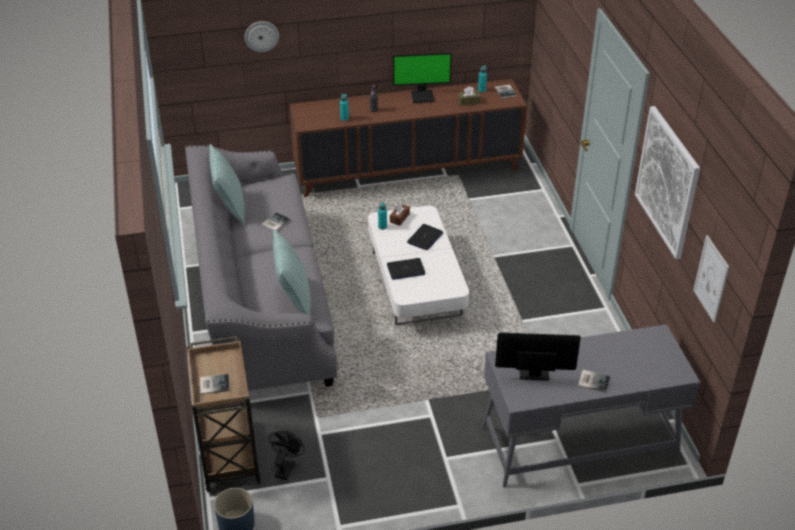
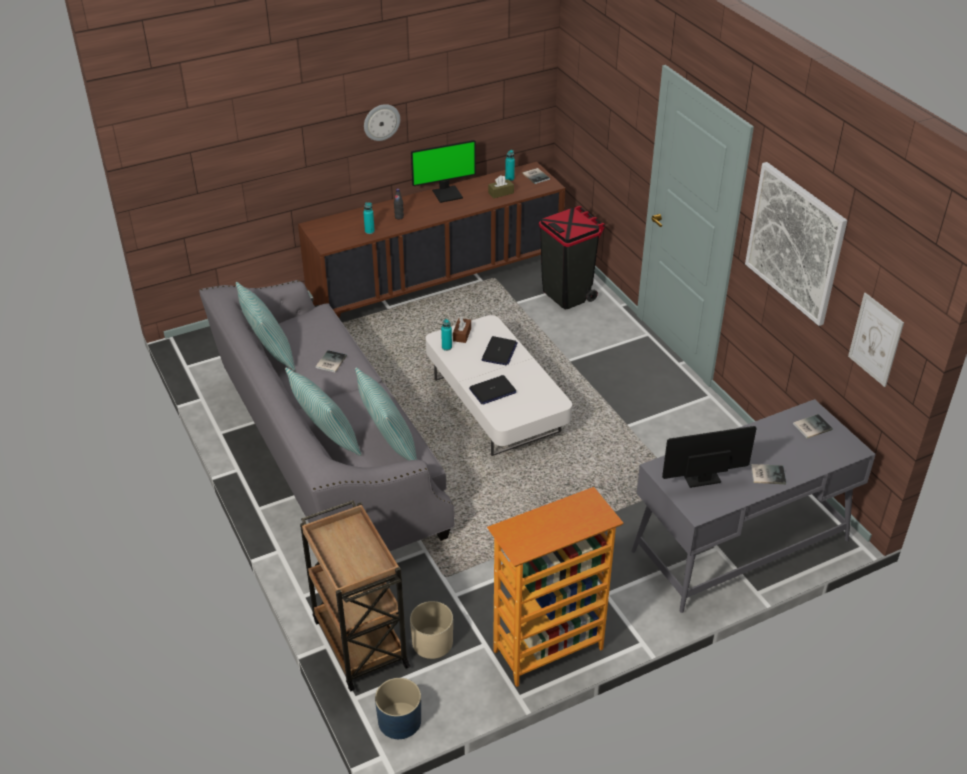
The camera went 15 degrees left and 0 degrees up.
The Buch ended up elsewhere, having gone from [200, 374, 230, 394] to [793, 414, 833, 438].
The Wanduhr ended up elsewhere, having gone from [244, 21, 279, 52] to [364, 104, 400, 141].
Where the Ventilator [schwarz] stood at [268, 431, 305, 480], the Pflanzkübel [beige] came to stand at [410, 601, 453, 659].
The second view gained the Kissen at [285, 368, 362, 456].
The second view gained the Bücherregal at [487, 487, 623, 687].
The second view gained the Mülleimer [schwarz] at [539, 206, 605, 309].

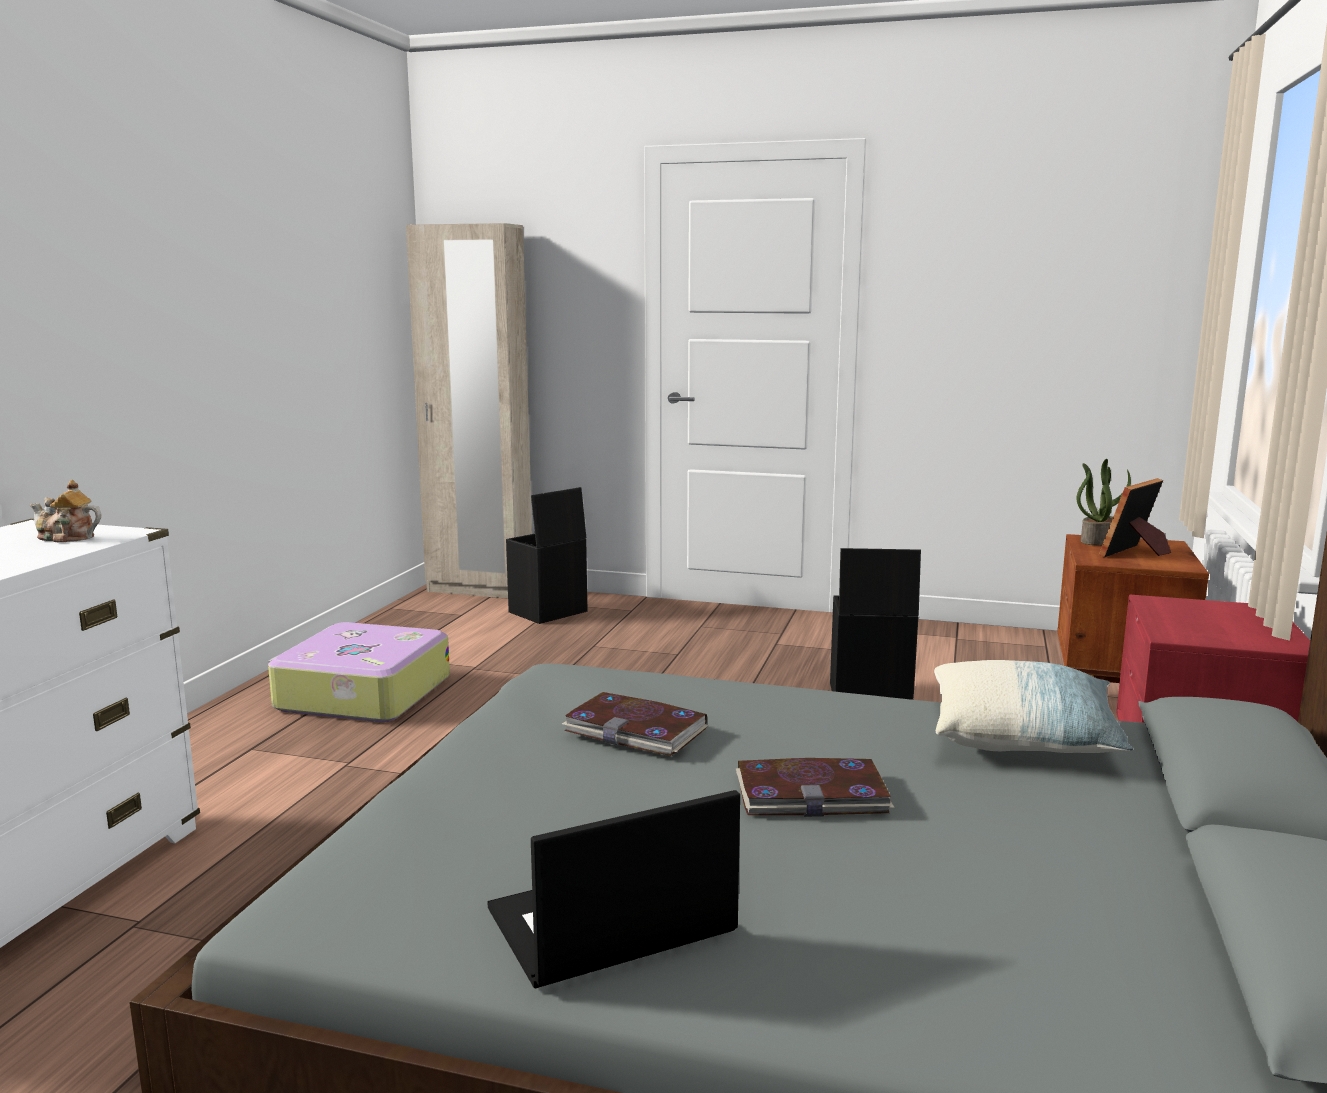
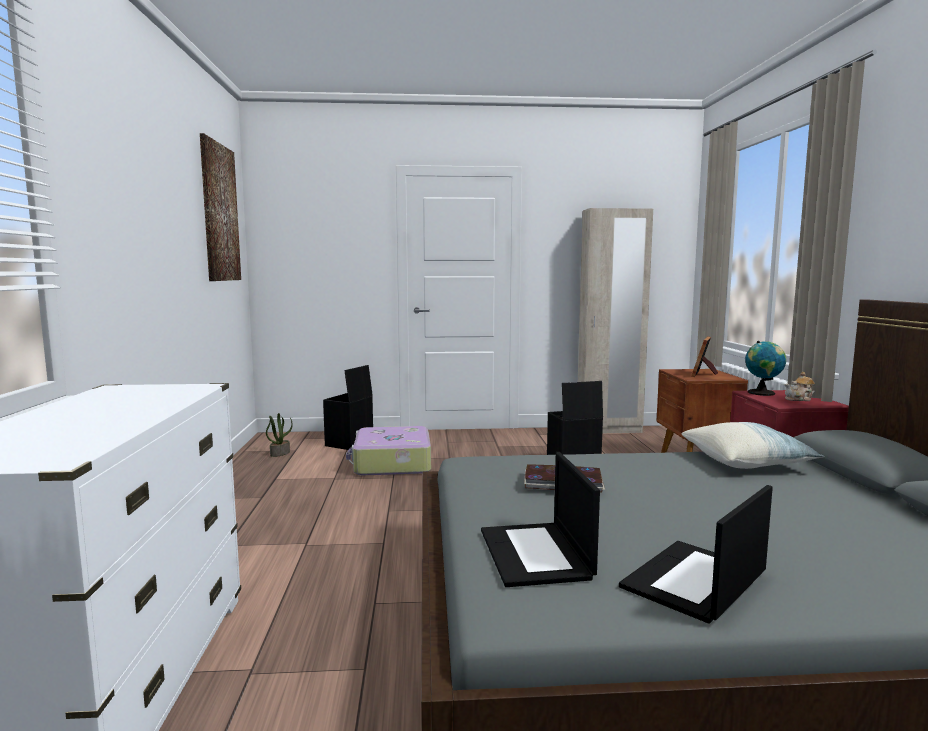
The camera went 20 degrees left and 5 degrees down.
The Teekanne ended up elsewhere, having gone from [30, 480, 102, 543] to [784, 372, 815, 401].
The Koffer ended up elsewhere, having gone from [268, 622, 450, 722] to [346, 426, 431, 475].
The Kleiderschrank [beige] ended up elsewhere, having gone from [406, 223, 532, 598] to [578, 208, 653, 433].
The second view lost the Buch at [735, 758, 894, 817].
The Topfpflanze ended up elsewhere, having gone from [1077, 459, 1131, 545] to [266, 413, 293, 457].
The second view gained the Bild at [200, 133, 241, 281].
The second view gained the Laptop at [481, 452, 600, 587].
The second view gained the Globus at [745, 341, 786, 396].

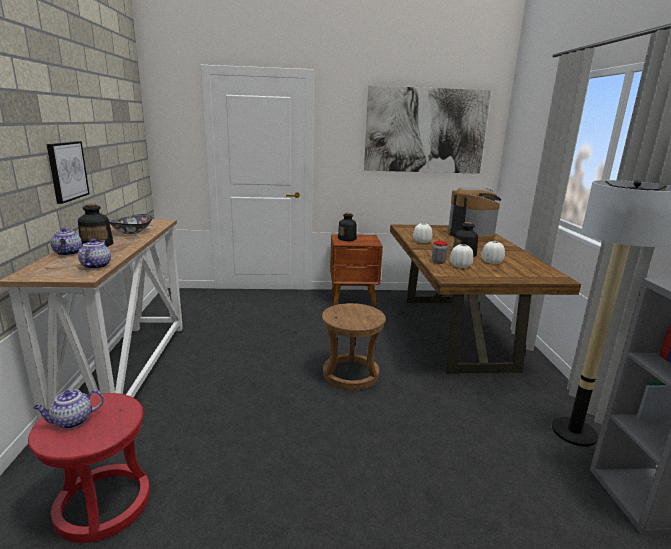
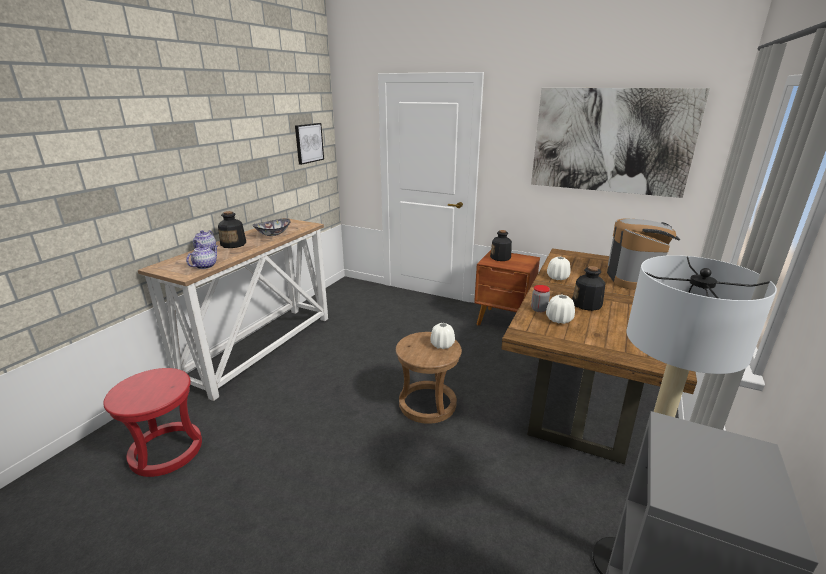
The camera went 30 degrees right and 5 degrees up.
The second view lost the Teekanne at [33, 390, 104, 429].
The Bild ended up elsewhere, having gone from [47, 141, 90, 204] to [295, 123, 324, 165].
The Vase [weiß] ended up elsewhere, having gone from [482, 241, 505, 264] to [430, 323, 455, 349].

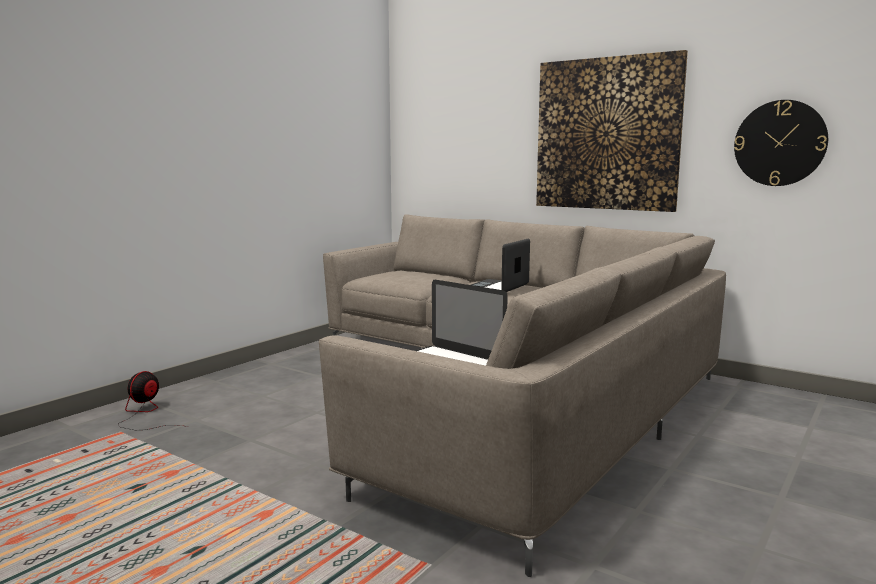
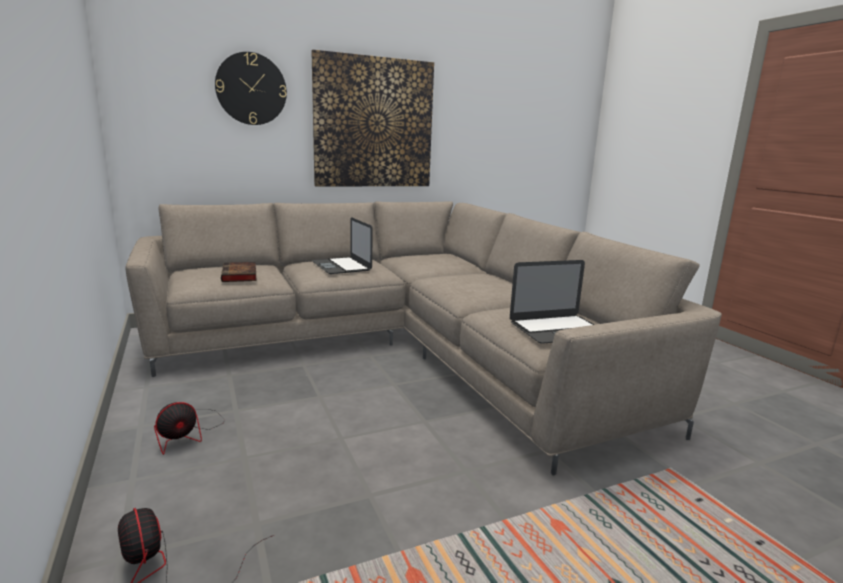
The camera went 60 degrees left and 5 degrees up.
The Wanduhr ended up elsewhere, having gone from [734, 100, 828, 186] to [215, 52, 287, 125].
The second view gained the Ventilator at [154, 402, 224, 455].
The second view gained the Buch at [221, 262, 257, 282].

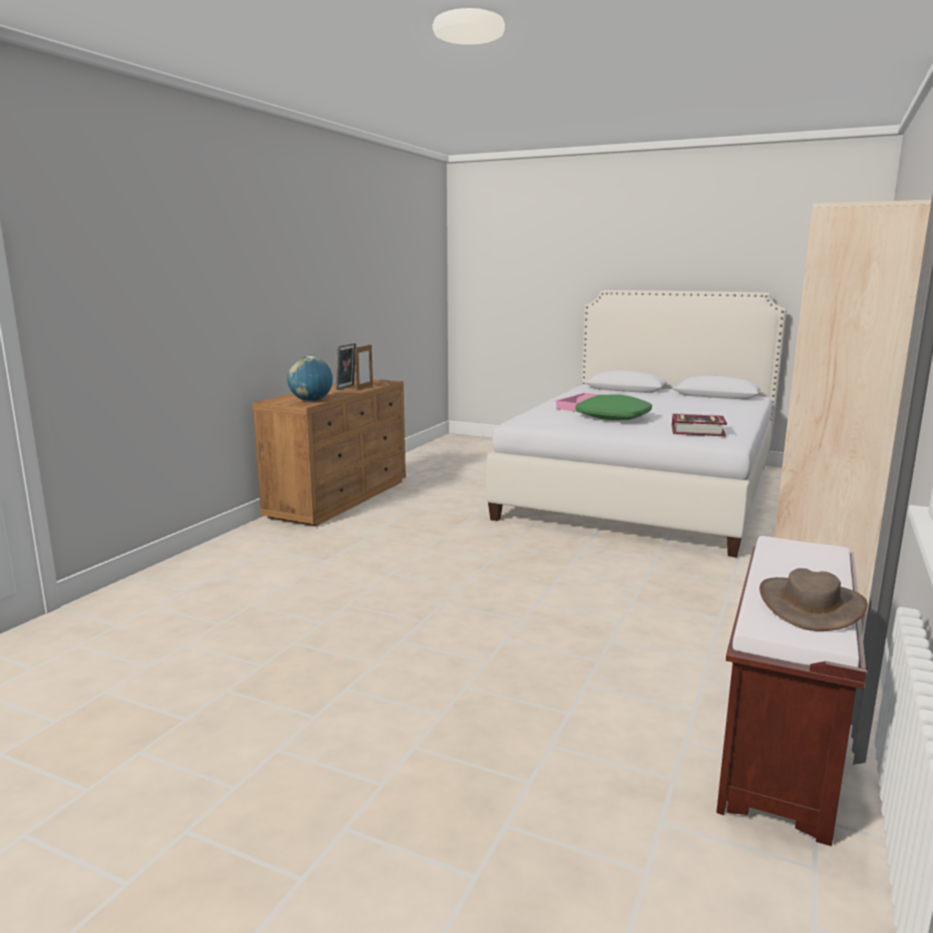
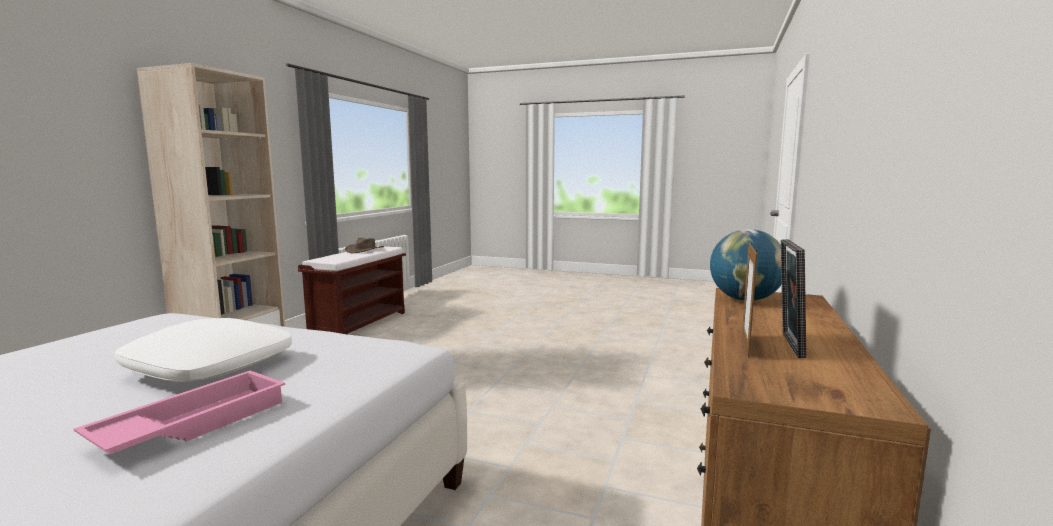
The camera went 175 degrees right and 5 degrees down.
What was the Kissen [grün] at [575, 394, 652, 420] turned into the Kissen [weiß] at [115, 318, 292, 382].
The second view lost the Buch at [672, 413, 727, 437].

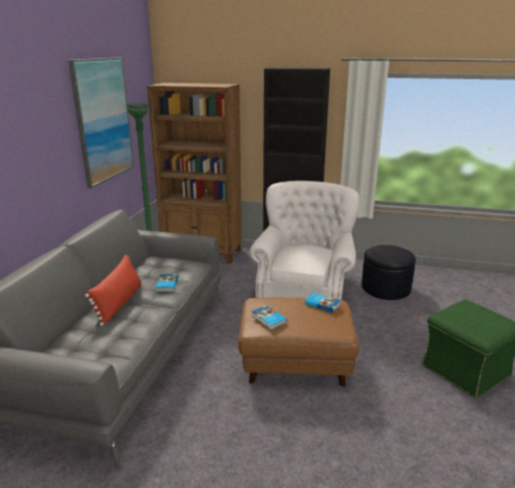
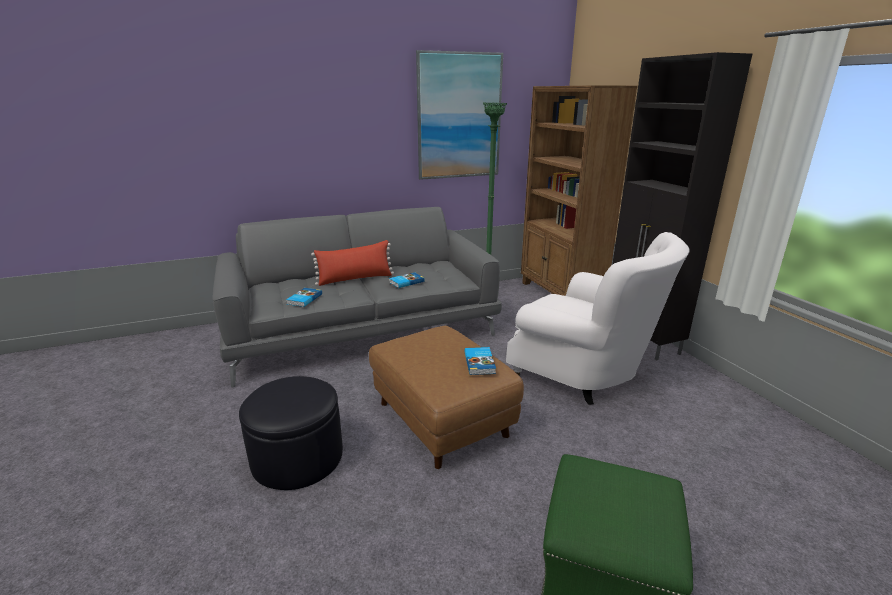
The camera went 55 degrees right and 0 degrees up.
The Sessel [weiß] at [249, 181, 360, 300] ended up facing another way, 60 degrees clockwise from before.
The Buch ended up elsewhere, having gone from [251, 305, 287, 330] to [286, 288, 322, 307].
The Polsterhocker [schwarz] ended up elsewhere, having gone from [362, 245, 416, 300] to [239, 376, 343, 490].

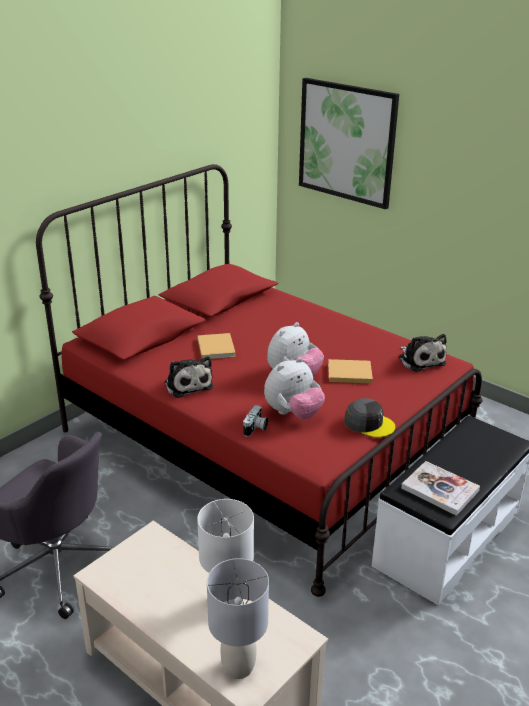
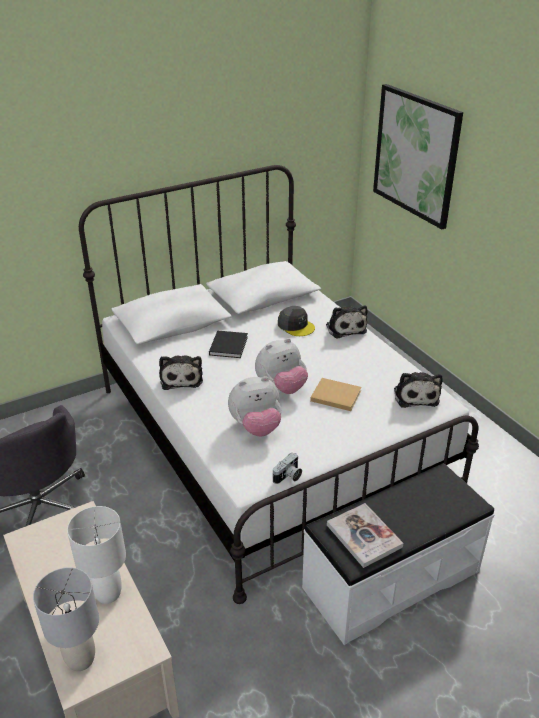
The camera went 20 degrees right and 5 degrees up.
What was the Bett [rot] at [36, 164, 482, 597] turned into the Bett [weiß] at [79, 165, 479, 604].
What was the Buch [beige] at [197, 333, 236, 359] turned into the Buch [schwarz] at [209, 331, 248, 358].
The Kamera ended up elsewhere, having gone from [243, 405, 269, 437] to [273, 453, 302, 484].
The Kappe [grau] ended up elsewhere, having gone from [344, 398, 395, 437] to [278, 306, 315, 336].
The second view gained the Plüschtier at [326, 306, 368, 339].

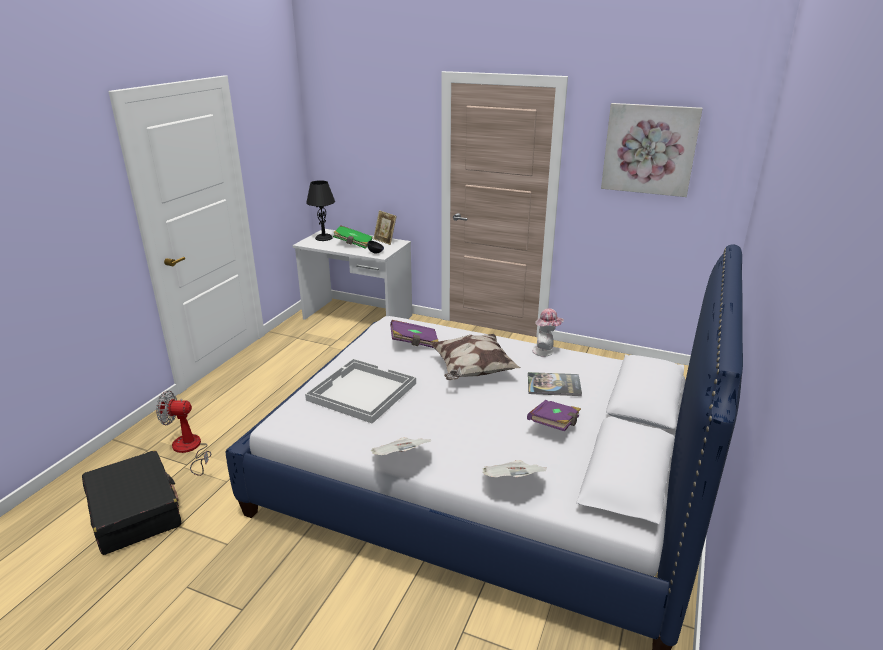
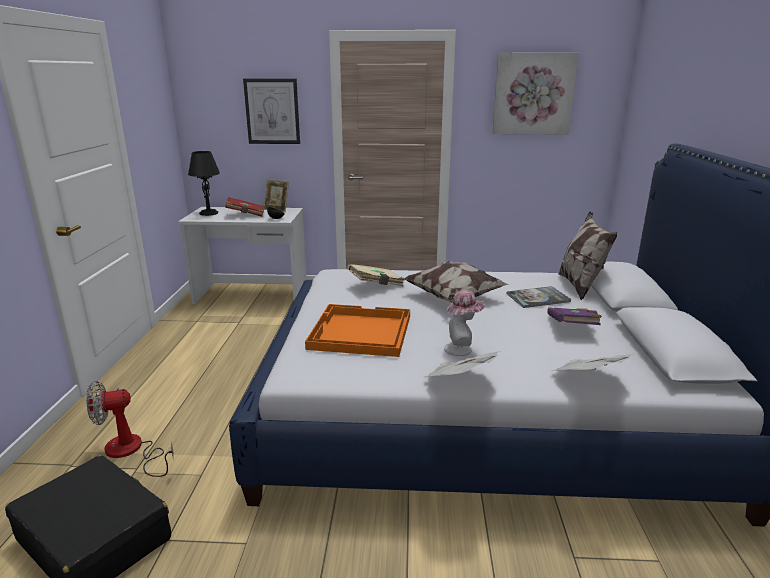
The camera went 20 degrees left and 5 degrees down.
What was the Tablett [weiß] at [305, 359, 416, 424] turned into the Tablett [orange] at [305, 304, 410, 357].
What was the Buch [grün] at [333, 225, 373, 249] turned into the Buch [rot] at [225, 197, 264, 217].
What was the Buch [lila] at [390, 320, 439, 348] turned into the Buch [beige] at [347, 264, 405, 286].
The Hut ended up elsewhere, having gone from [532, 308, 564, 356] to [444, 290, 485, 356].
The second view gained the Bild at [243, 79, 300, 144].
The second view gained the Kissen at [558, 211, 617, 300].

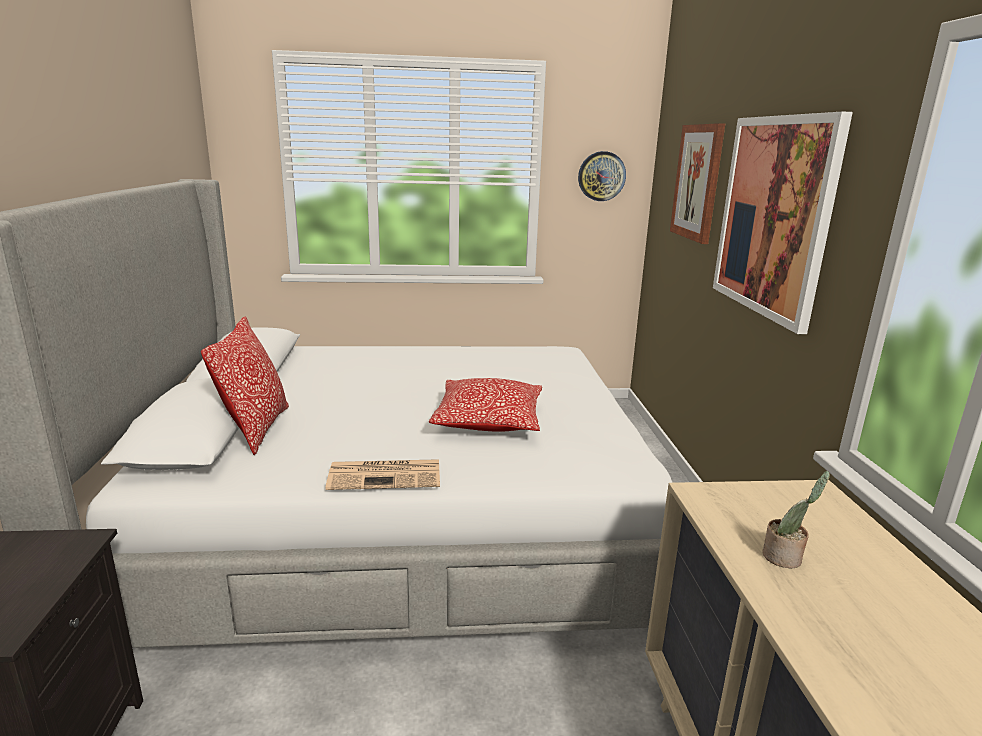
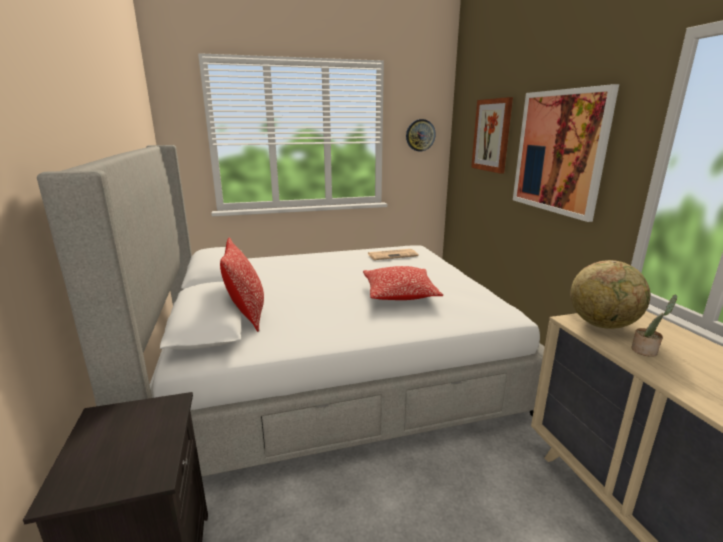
The camera went 10 degrees left and 0 degrees up.
The Zeitung ended up elsewhere, having gone from [326, 459, 440, 490] to [368, 249, 419, 260].
The second view gained the Globus at [571, 260, 650, 329].

